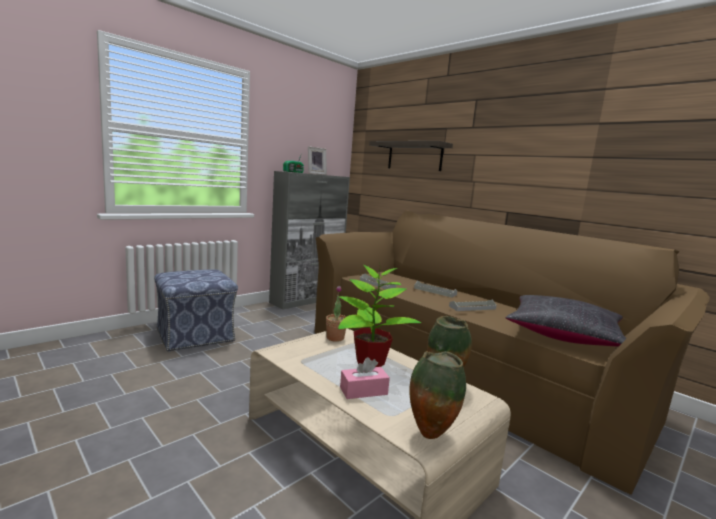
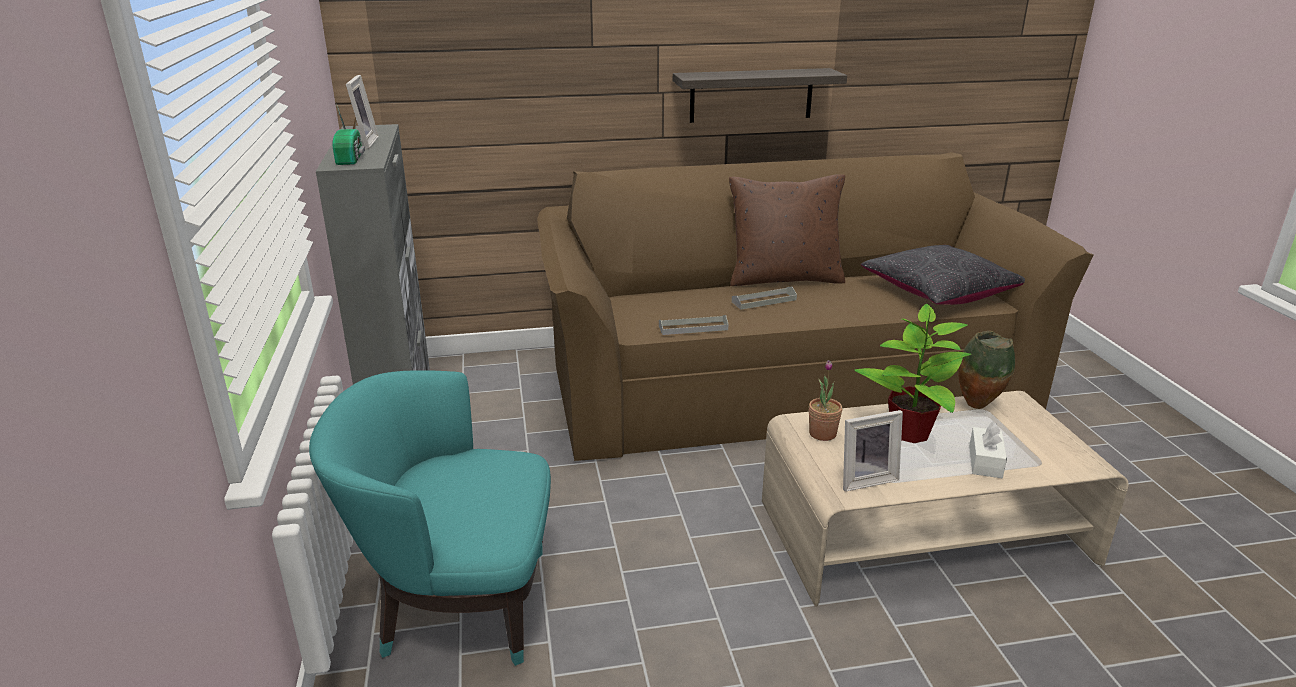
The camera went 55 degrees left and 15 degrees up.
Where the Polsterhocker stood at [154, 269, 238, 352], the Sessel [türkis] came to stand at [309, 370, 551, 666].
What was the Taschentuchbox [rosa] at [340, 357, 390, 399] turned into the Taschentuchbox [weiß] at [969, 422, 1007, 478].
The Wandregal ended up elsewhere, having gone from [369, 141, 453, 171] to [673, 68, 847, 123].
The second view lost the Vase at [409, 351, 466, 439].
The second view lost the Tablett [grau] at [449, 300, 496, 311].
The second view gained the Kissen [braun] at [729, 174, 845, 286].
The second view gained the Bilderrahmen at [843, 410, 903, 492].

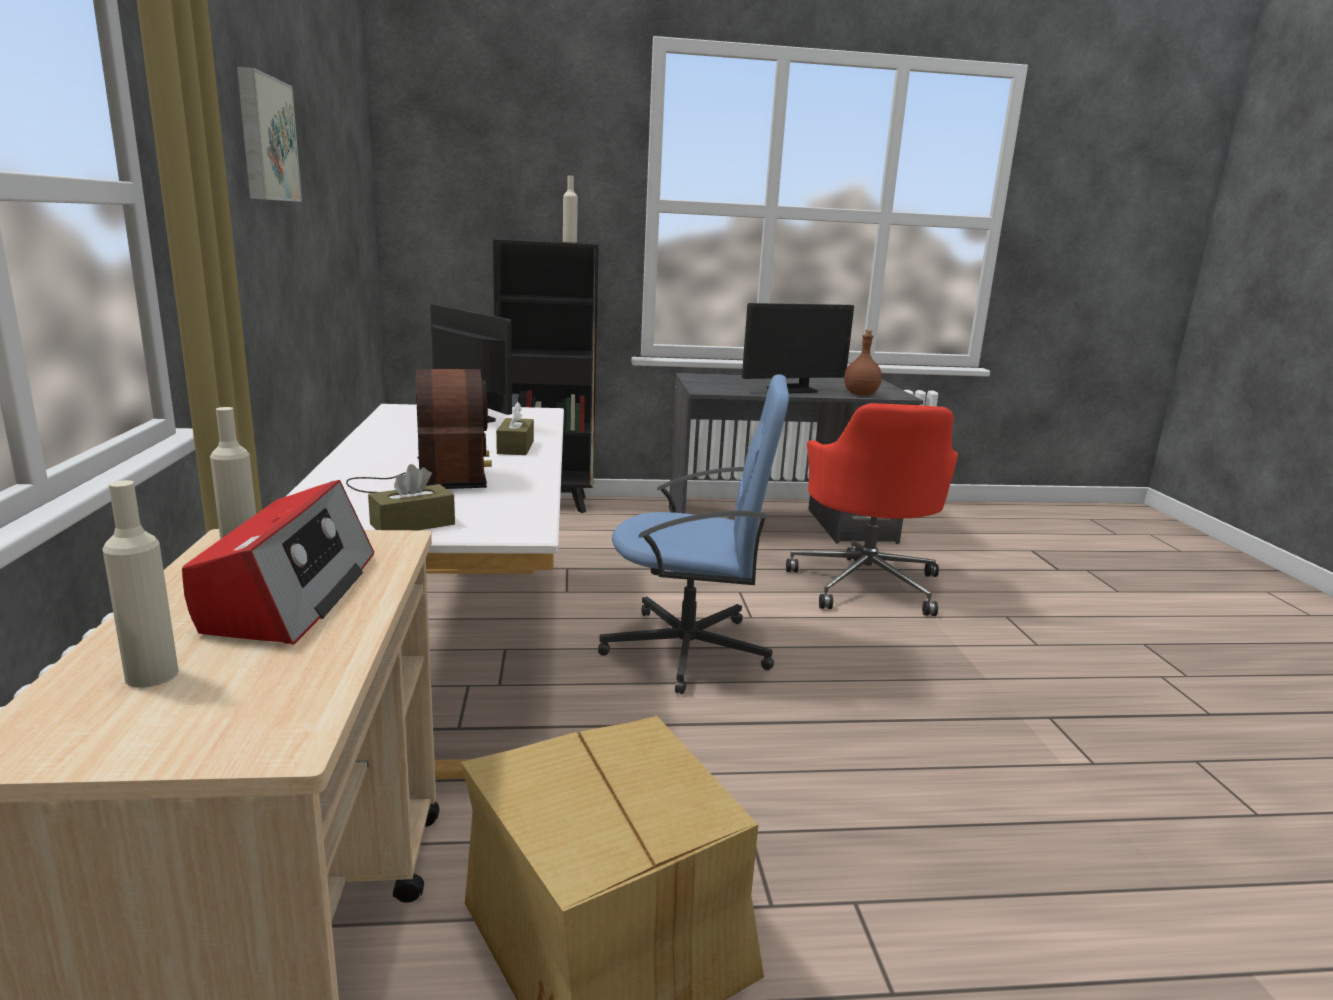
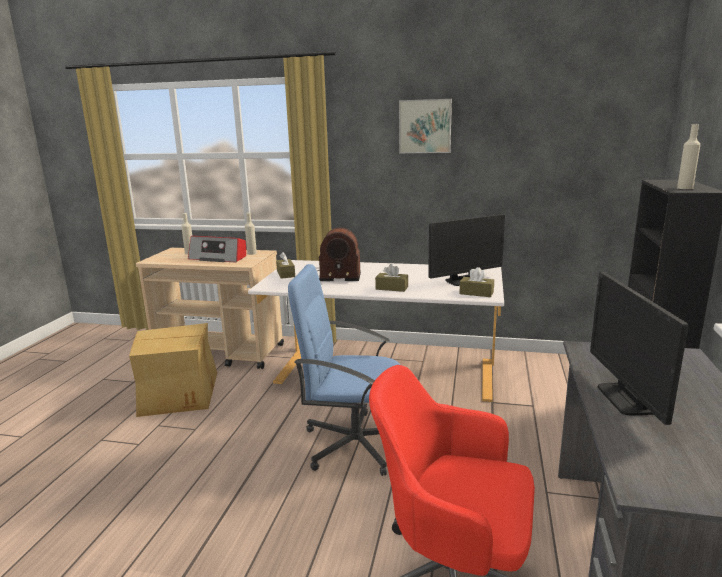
The camera went 110 degrees right and 0 degrees up.
The Bürostuhl [blau] at [598, 374, 789, 694] ended up facing another way, 75 degrees clockwise from before.
The second view lost the Flasche [braun] at [844, 330, 882, 396].
The second view gained the Taschentuchbox [braun] at [459, 267, 494, 297].

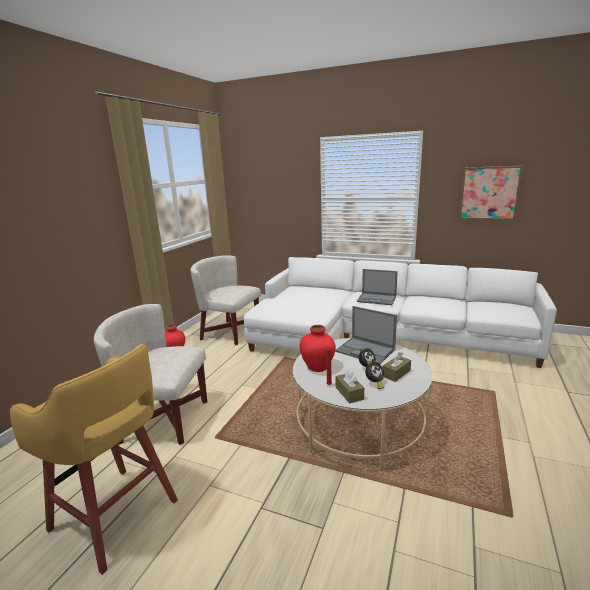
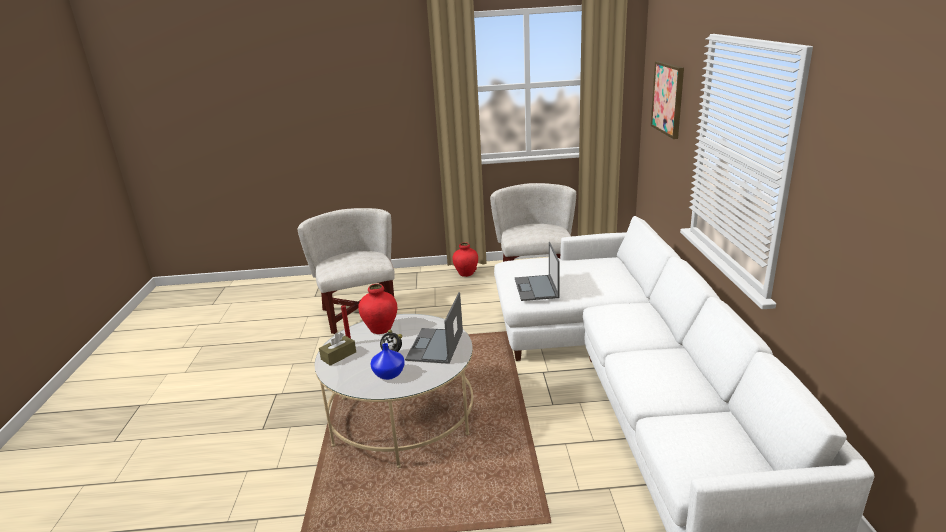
The camera went 65 degrees right and 5 degrees up.
The second view lost the Hocker [gelb] at [10, 344, 178, 575].
The Laptop ended up elsewhere, having gone from [357, 269, 398, 305] to [515, 242, 560, 301].
The second view lost the Wecker at [365, 360, 385, 389].
Where the Taschentuchbox [braun] stood at [382, 352, 411, 382], the Vase [blau] came to stand at [371, 343, 405, 380].
The Bild ended up elsewhere, having gone from [459, 166, 523, 220] to [651, 61, 684, 139].

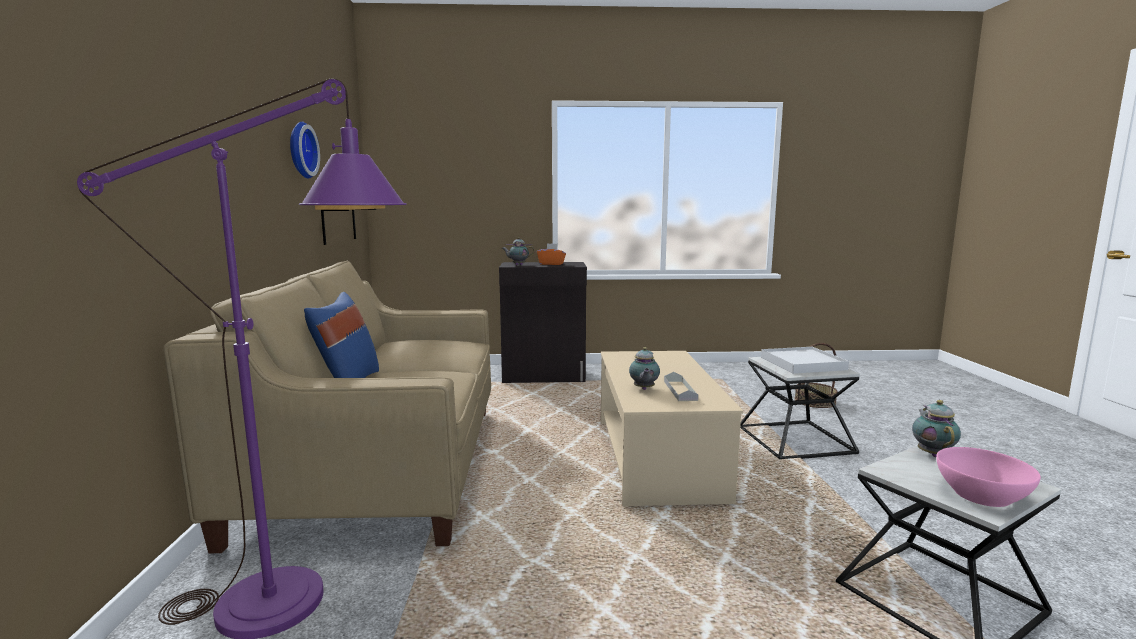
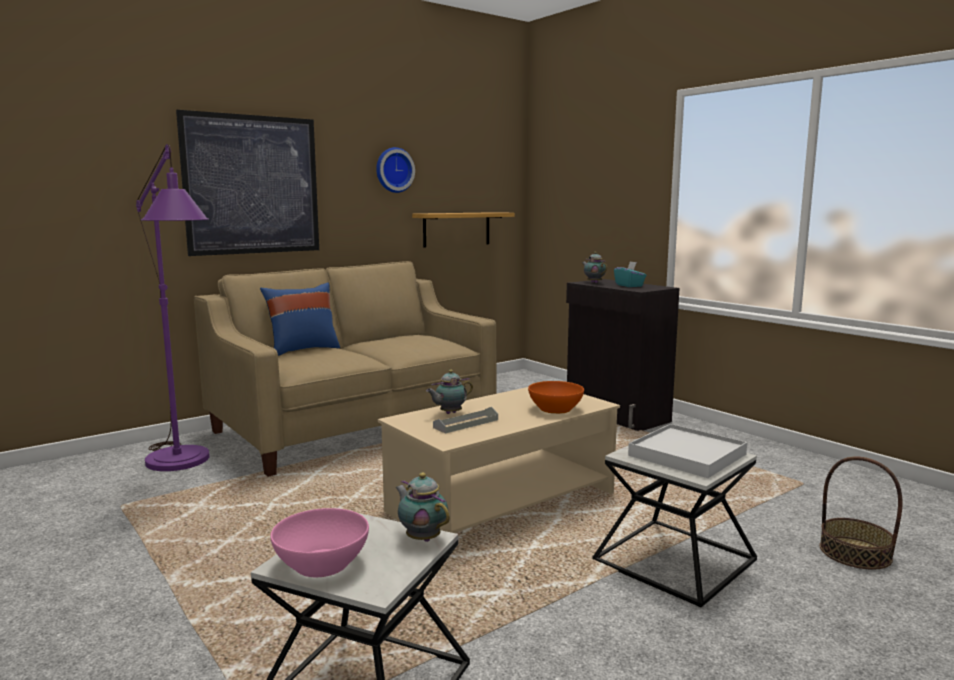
The camera went 55 degrees right and 0 degrees up.
What was the Taschentuchbox [orange] at [537, 243, 566, 265] turned into the Taschentuchbox [türkis] at [614, 261, 646, 287].
The Teekanne at [912, 400, 961, 457] ended up facing another way, 105 degrees counterclockwise from before.
The second view gained the Bild at [176, 110, 319, 256].
The second view gained the Schüssel [orange] at [528, 381, 584, 414].

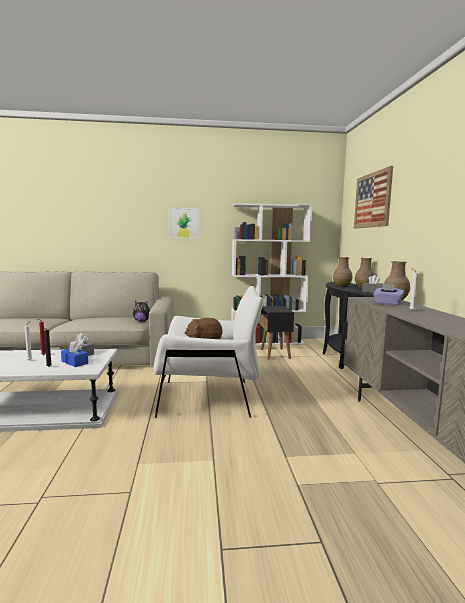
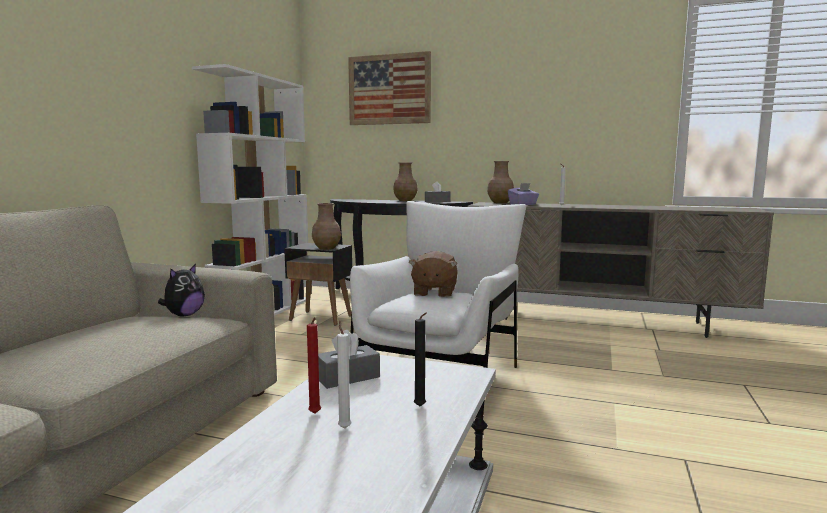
The camera went 65 degrees left and 0 degrees up.
The second view lost the Taschentuchbox [blau] at [61, 341, 88, 367].
The second view lost the Bild at [169, 208, 199, 239].
The Vase [braun] ended up elsewhere, having gone from [333, 257, 352, 287] to [312, 203, 341, 250].

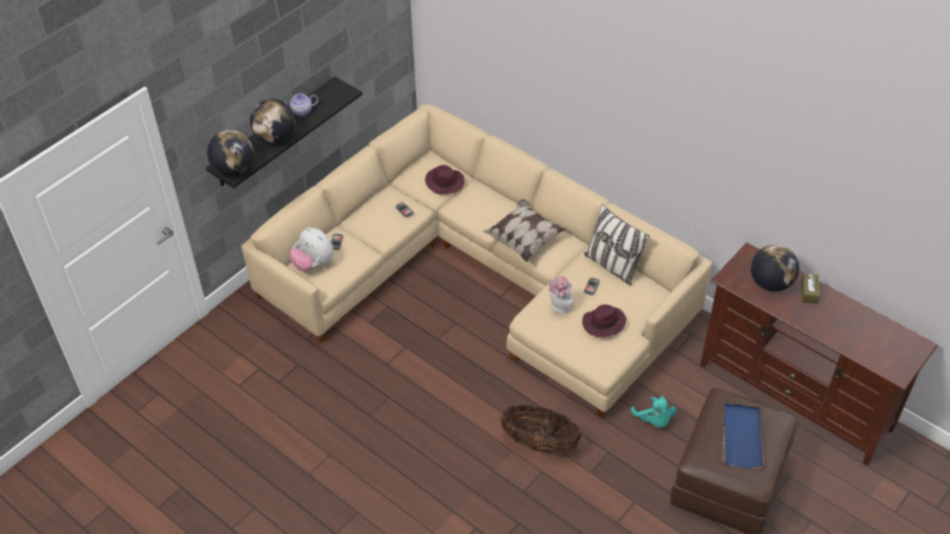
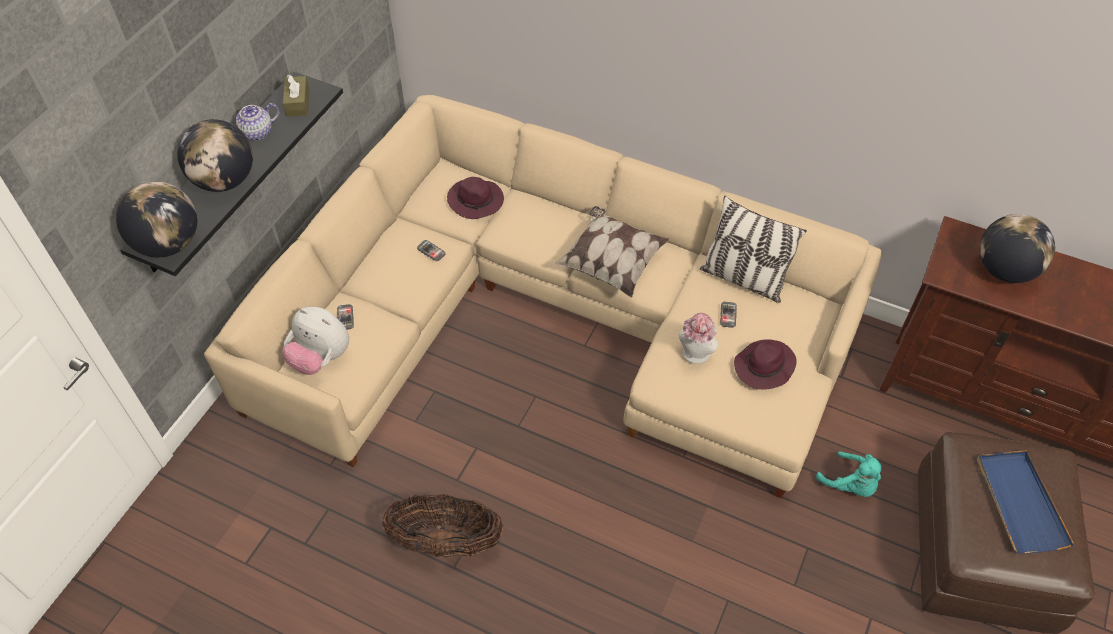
The camera went 15 degrees left and 5 degrees up.
The Korb ended up elsewhere, having gone from [500, 405, 582, 454] to [383, 494, 504, 557].
The Taschentuchbox [braun] ended up elsewhere, having gone from [801, 273, 820, 304] to [283, 75, 309, 117].

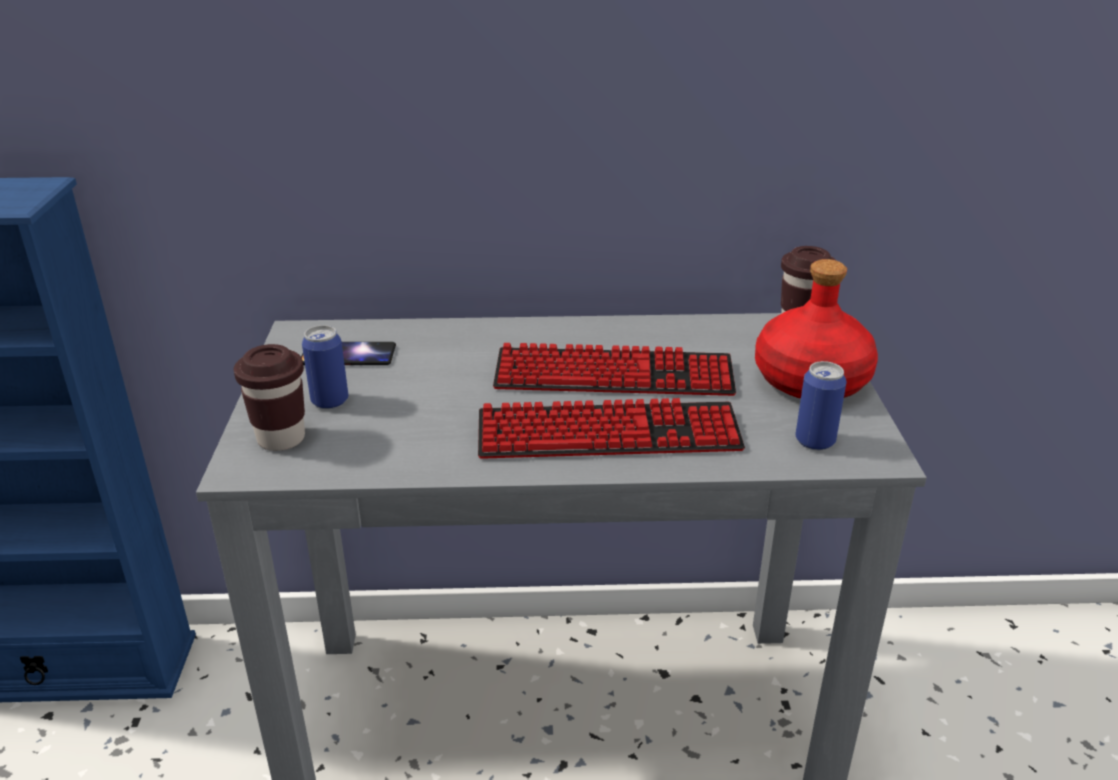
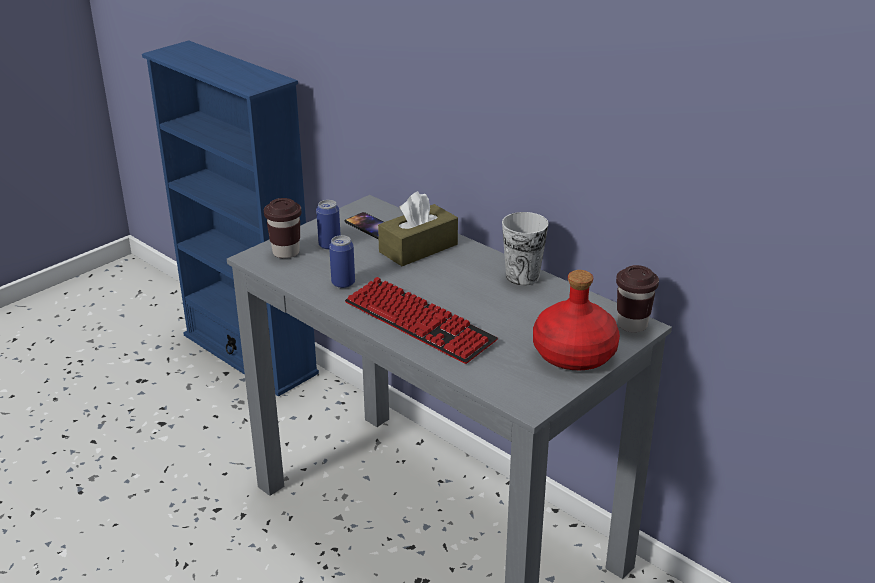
The camera went 45 degrees right and 0 degrees up.
The second view lost the Tastatur at [493, 343, 736, 396].
The Dose ended up elsewhere, having gone from [795, 361, 846, 450] to [329, 235, 355, 288].
The second view gained the Taschentuchbox [braun] at [378, 191, 458, 266].
The second view gained the Tasse at [502, 212, 549, 286].

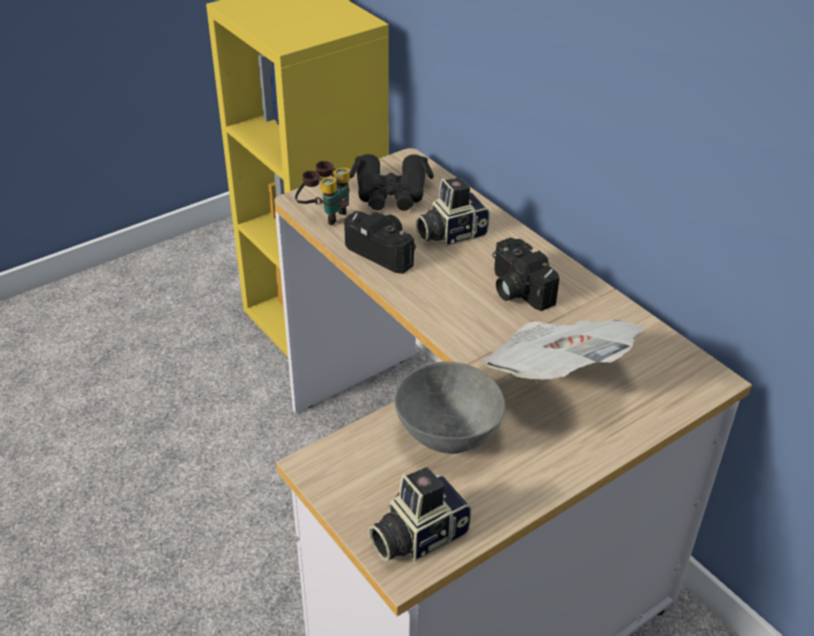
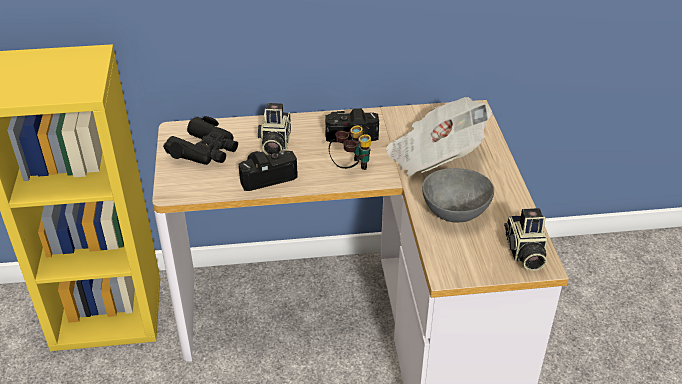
The camera went 60 degrees left and 0 degrees up.
The Fernglas ended up elsewhere, having gone from [295, 161, 350, 225] to [329, 126, 371, 170].

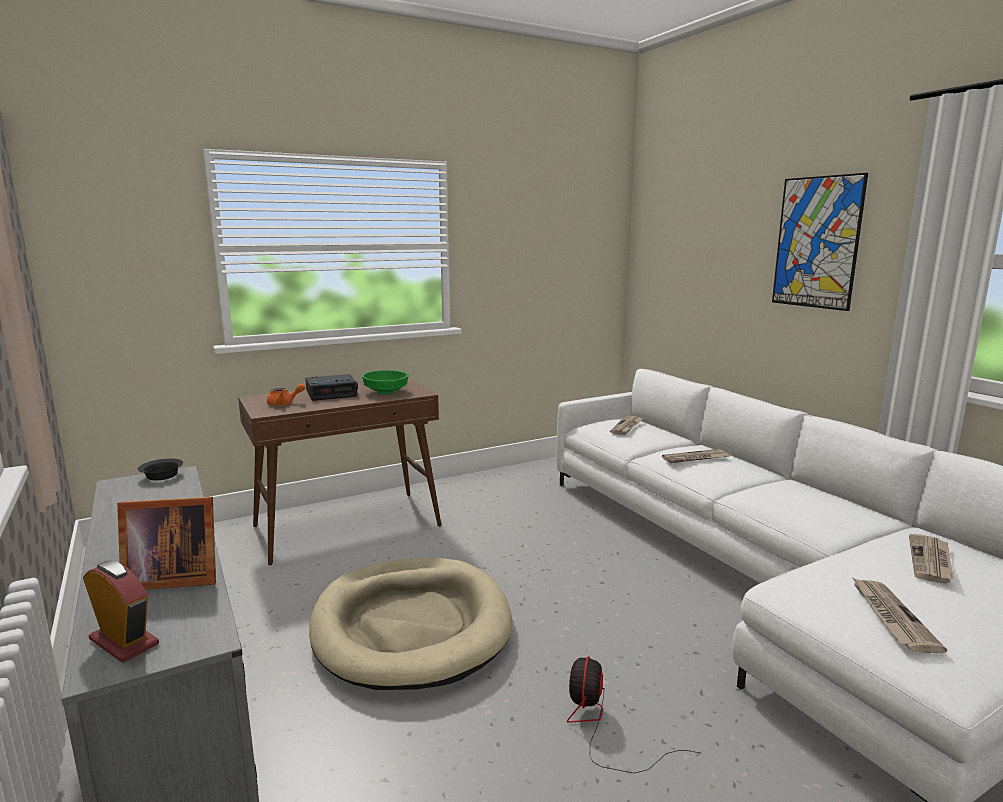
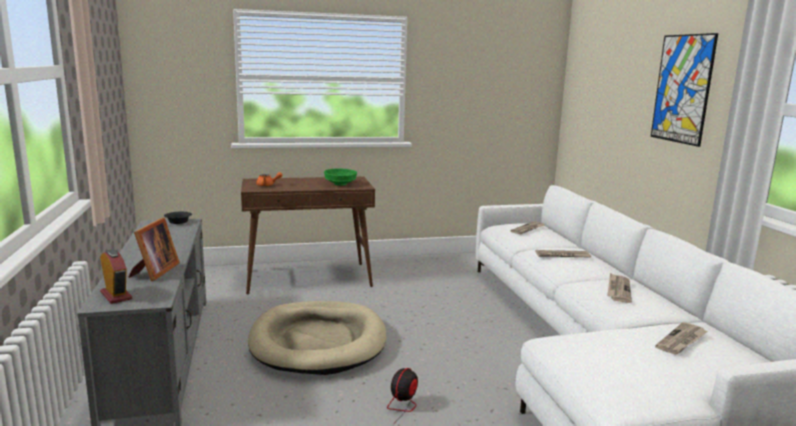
The camera went 15 degrees right and 0 degrees up.
The Bilderrahmen at [117, 497, 216, 590] ended up facing another way, 90 degrees counterclockwise from before.
The second view lost the Wecker at [305, 374, 358, 401].
The Zeitung ended up elsewhere, having gone from [853, 578, 947, 653] to [607, 273, 632, 303].

